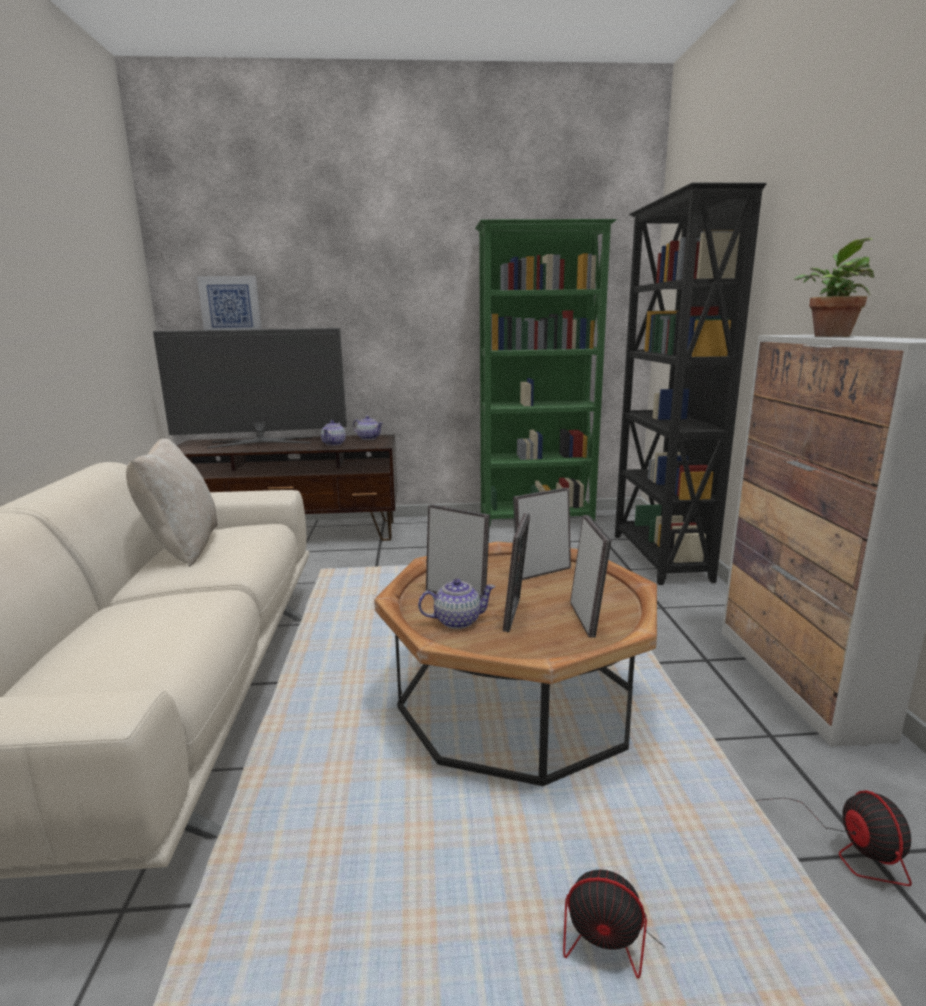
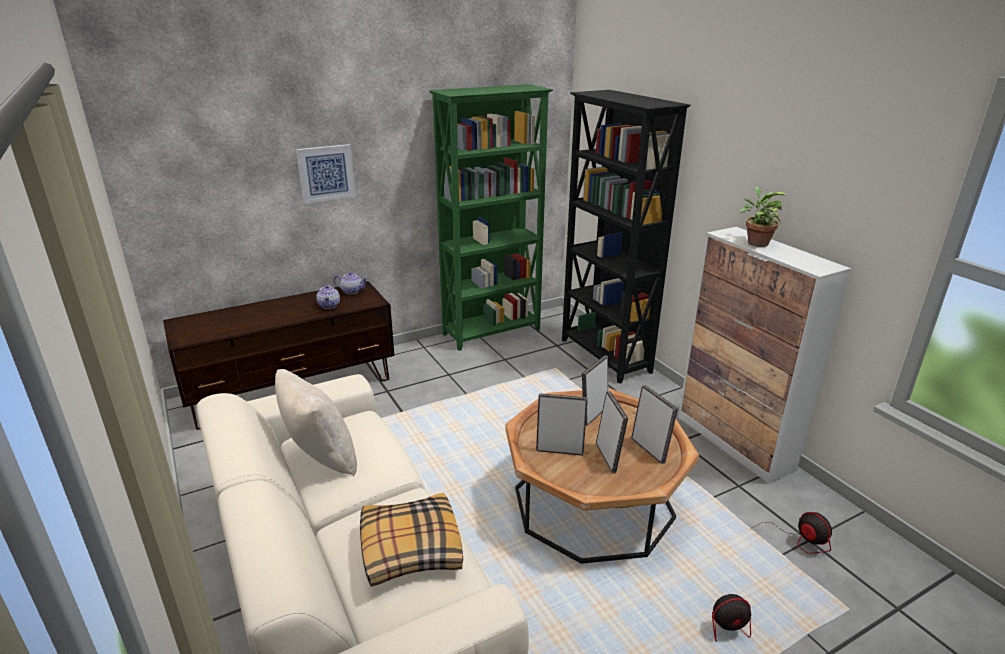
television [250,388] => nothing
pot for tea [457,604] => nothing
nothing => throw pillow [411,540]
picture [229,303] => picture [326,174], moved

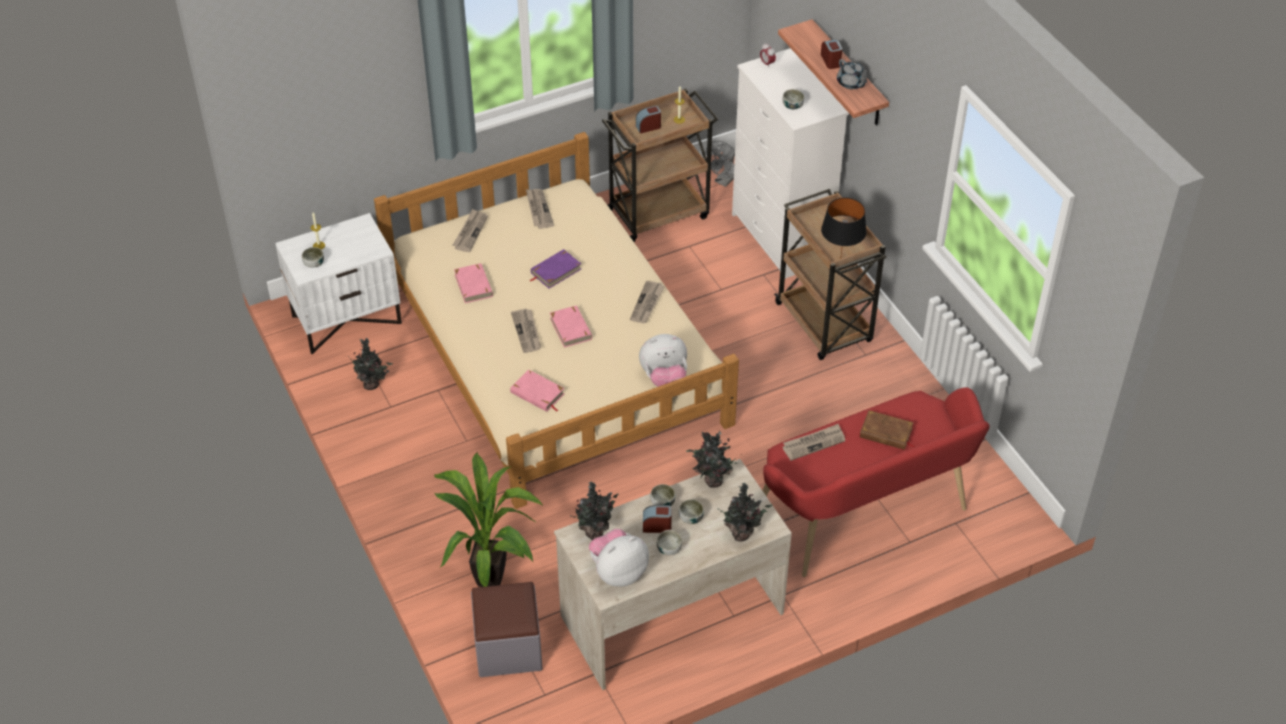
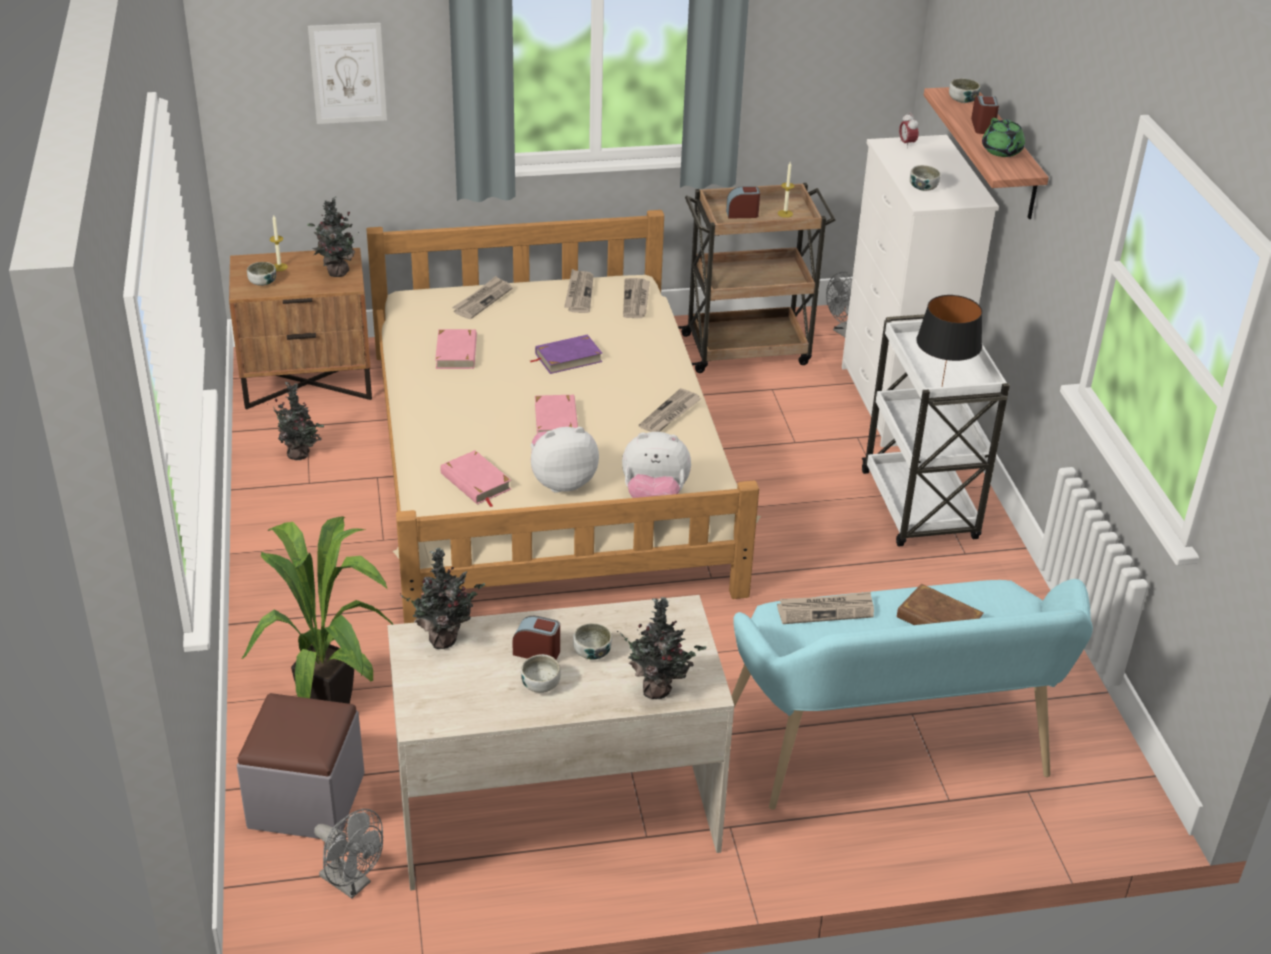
nothing => picture [347,73]
nothing => grey electric fan [348,854]
newspaper [526,331] => newspaper [636,298], moved
plush toy [619,557] => plush toy [565,460], moved
bowl [663,495] => bowl [964,90], moved
houseplant [711,459] => houseplant [333,237], moved
whitish nightstand [338,283] => brownish nightstand [300,329]
reddish indoor bench [876,482] => blue-green indoor bench [912,694]
brownish wheeled cart [830,274] => whitish wheeled cart [936,430]
grey pot for tea [852,74] => green pot for tea [1003,137]

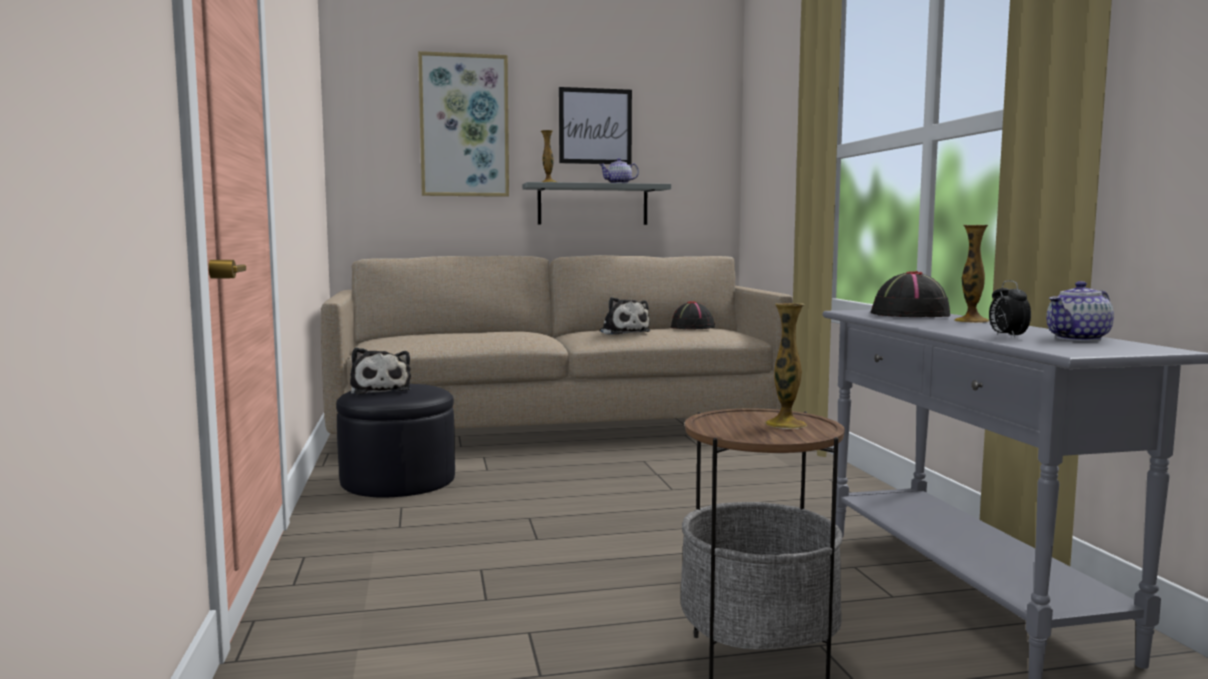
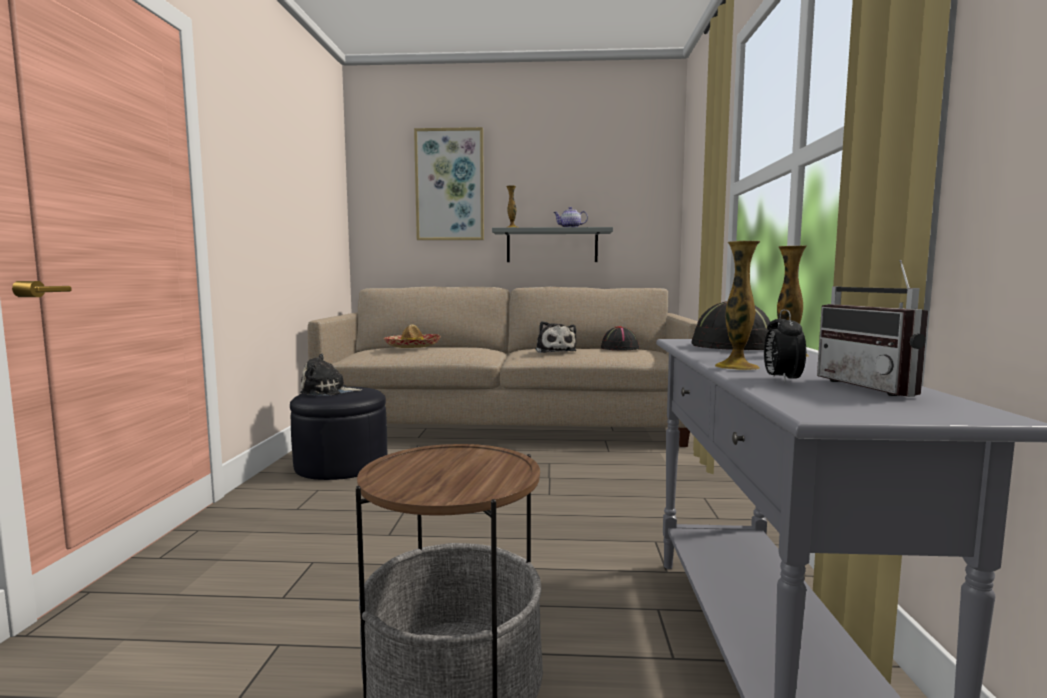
picture [595,126] => nothing
nothing => wearable hat [412,336]
decorative vase [785,366] => decorative vase [737,305], moved
pot for tea [1080,311] => radio [872,328]
plush toy [380,371] => plush toy [331,374], 90 degrees clockwise

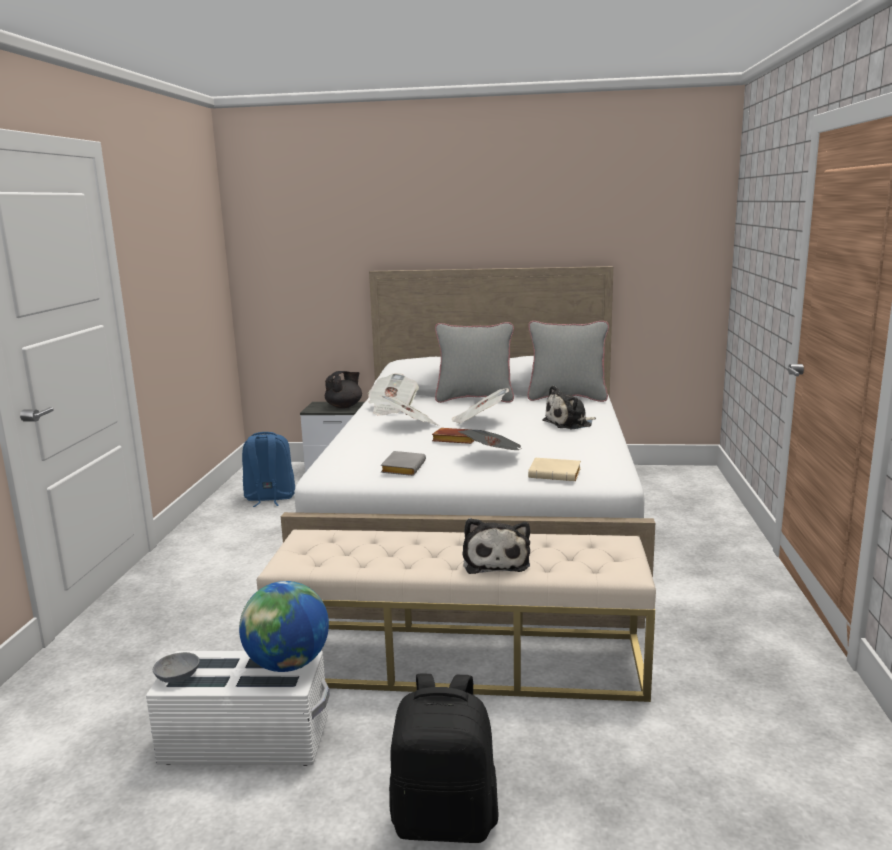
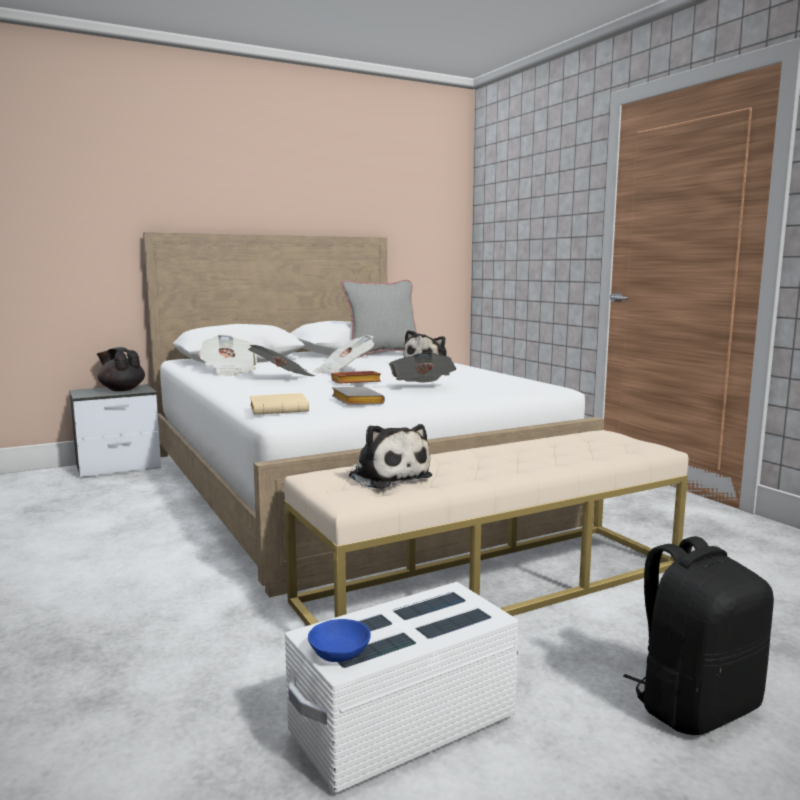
desk globe [284,626] => nothing
blue-coloured rucksack [268,469] => nothing
grey throw pillow [474,362] => nothing
plush toy [496,546] => plush toy [390,456], moved
sand-coloured bound book [554,469] => sand-coloured bound book [279,404], moved
grey bowl [176,667] => blue-coloured bowl [339,640]
blackish pot for tea [343,389] => blackish pot for tea [121,369], 60 degrees counterclockwise

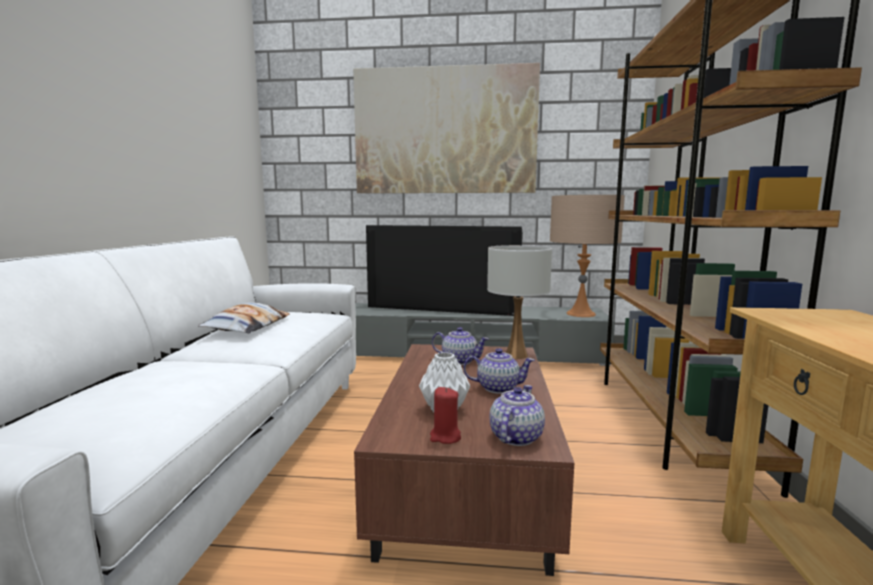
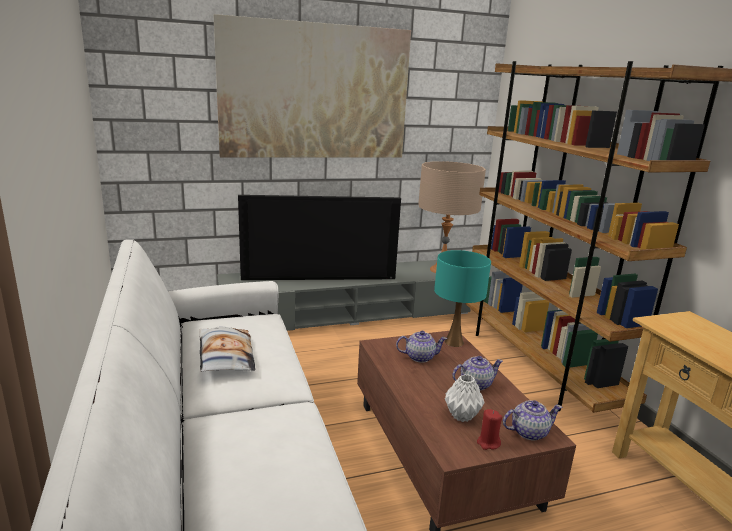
whitish tabletop lamp [519,302] => blue-green tabletop lamp [462,298]
pot for tea [517,415] => pot for tea [532,420], 75 degrees clockwise

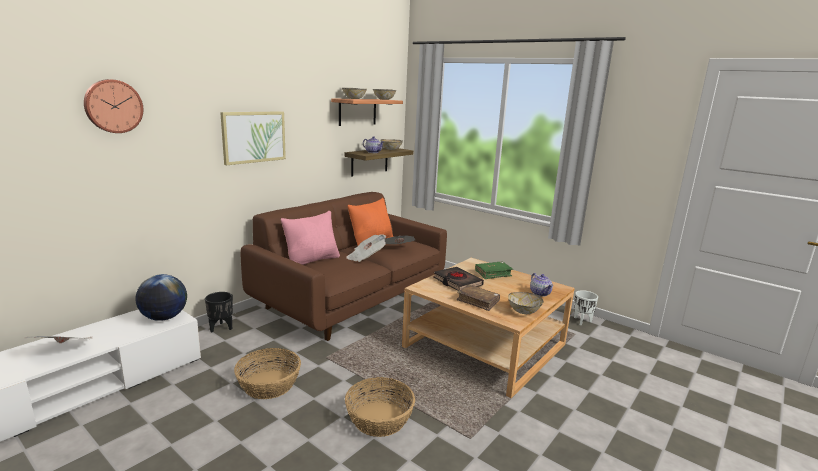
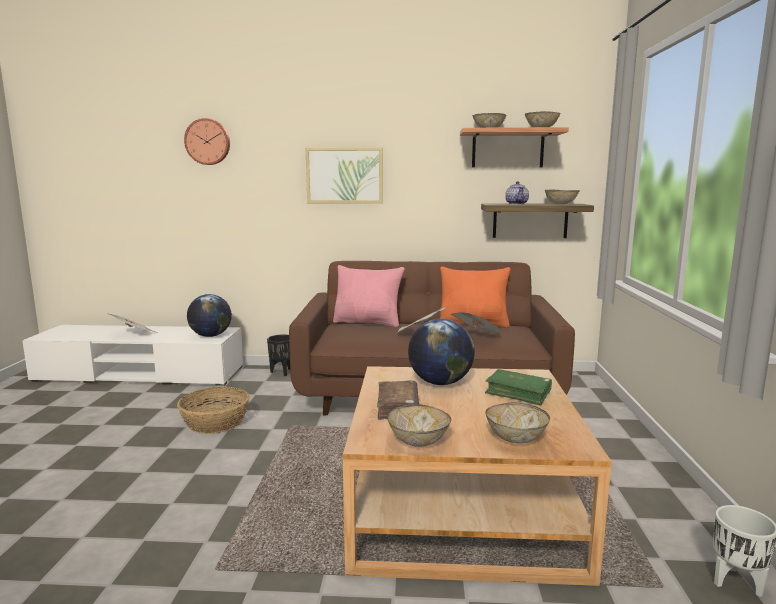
household basket [380,407] => nothing
blackish bound book [458,279] => desk globe [441,352]
pot for tea [541,285] => bowl [517,422]

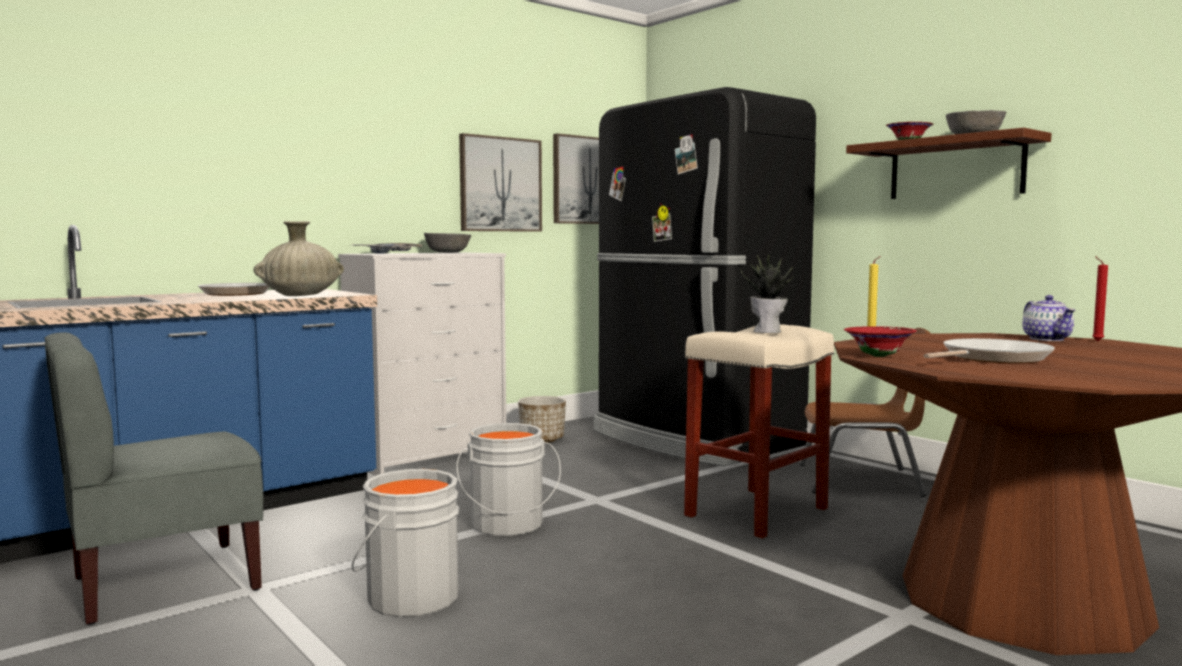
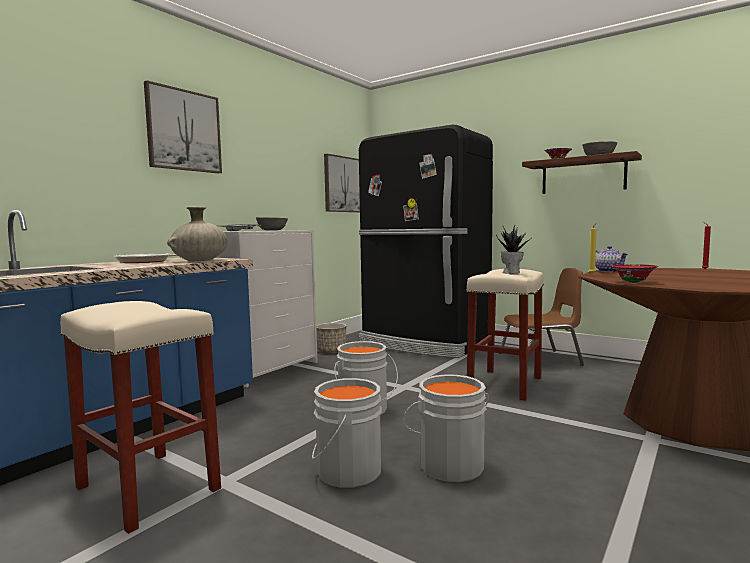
frying pan [989,350] => nothing
nothing => grey pail [446,428]
picture [500,182] => picture [183,126], moved
pot for tea [1048,318] => pot for tea [611,259], moved
grey plain chair [154,478] => sand-coloured sitting stool [140,417]

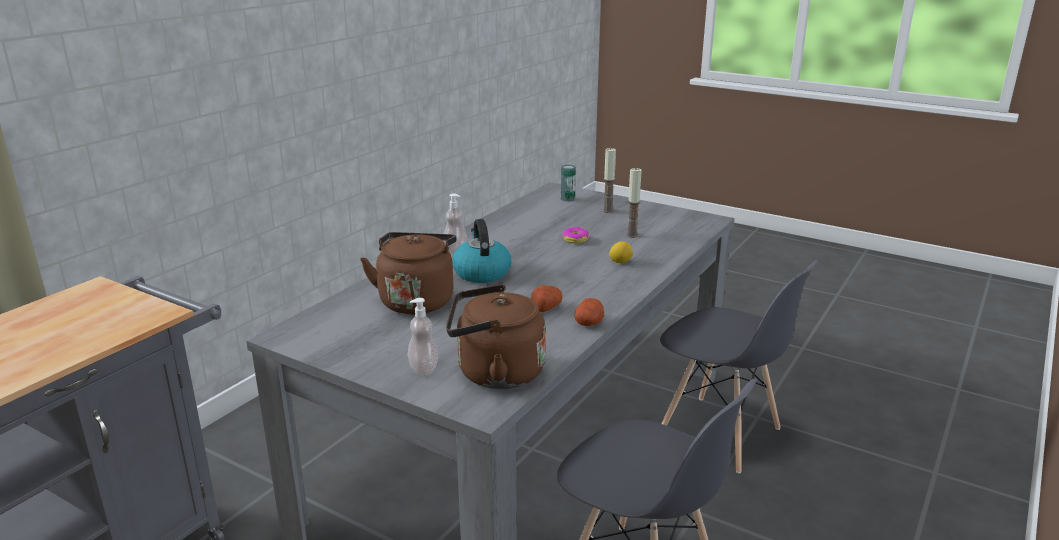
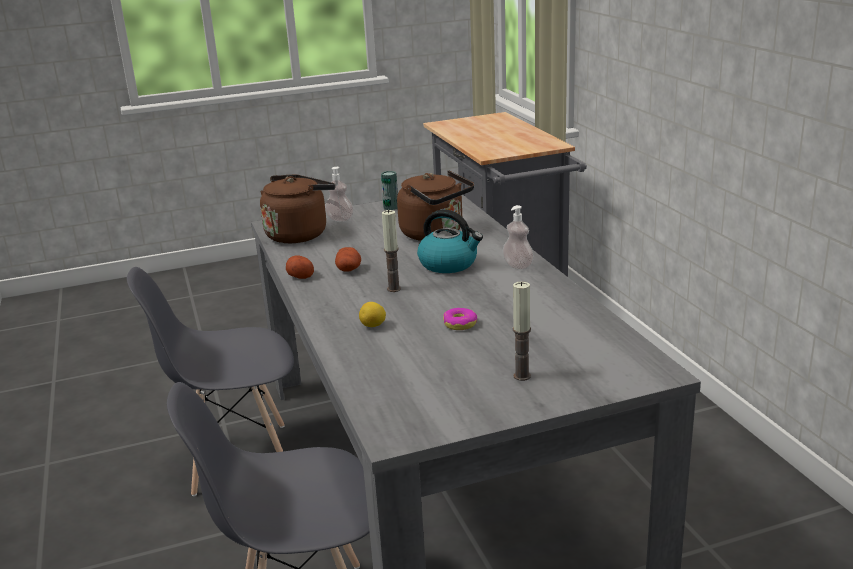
can [568,183] => can [389,190], moved
wax candle [634,203] => wax candle [391,251], moved

